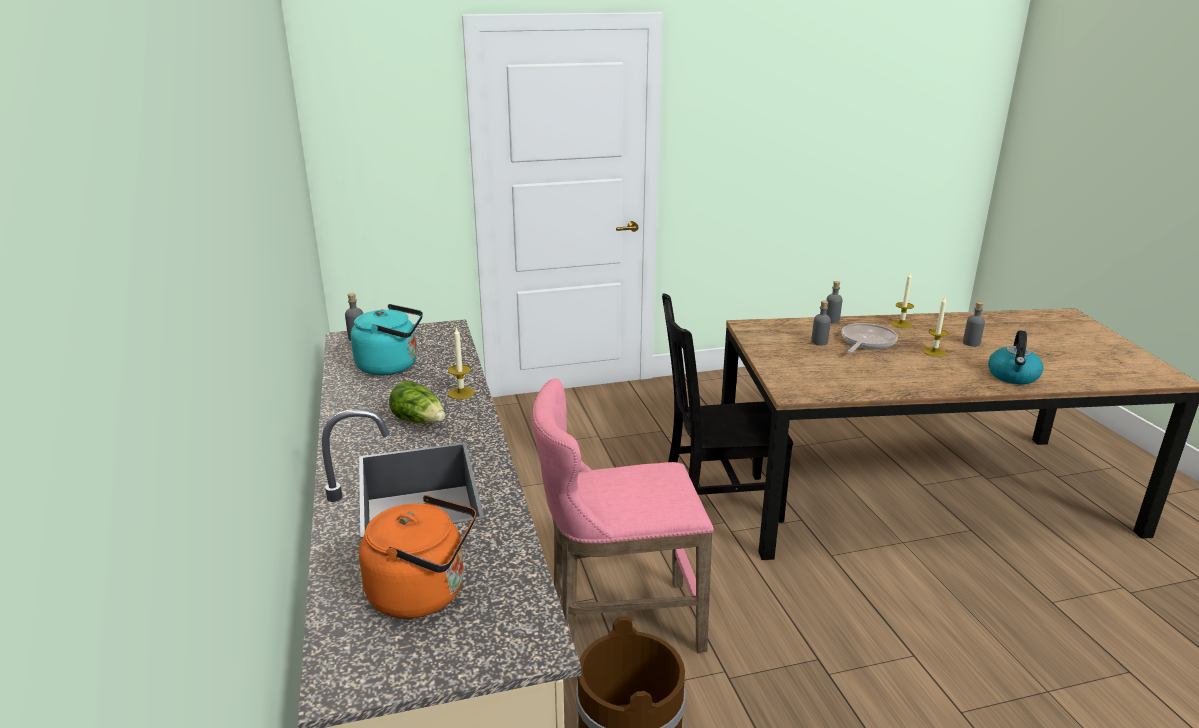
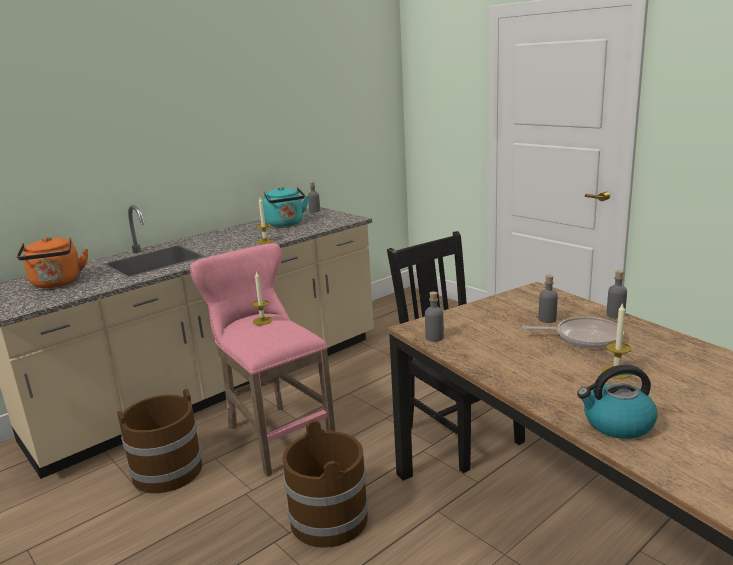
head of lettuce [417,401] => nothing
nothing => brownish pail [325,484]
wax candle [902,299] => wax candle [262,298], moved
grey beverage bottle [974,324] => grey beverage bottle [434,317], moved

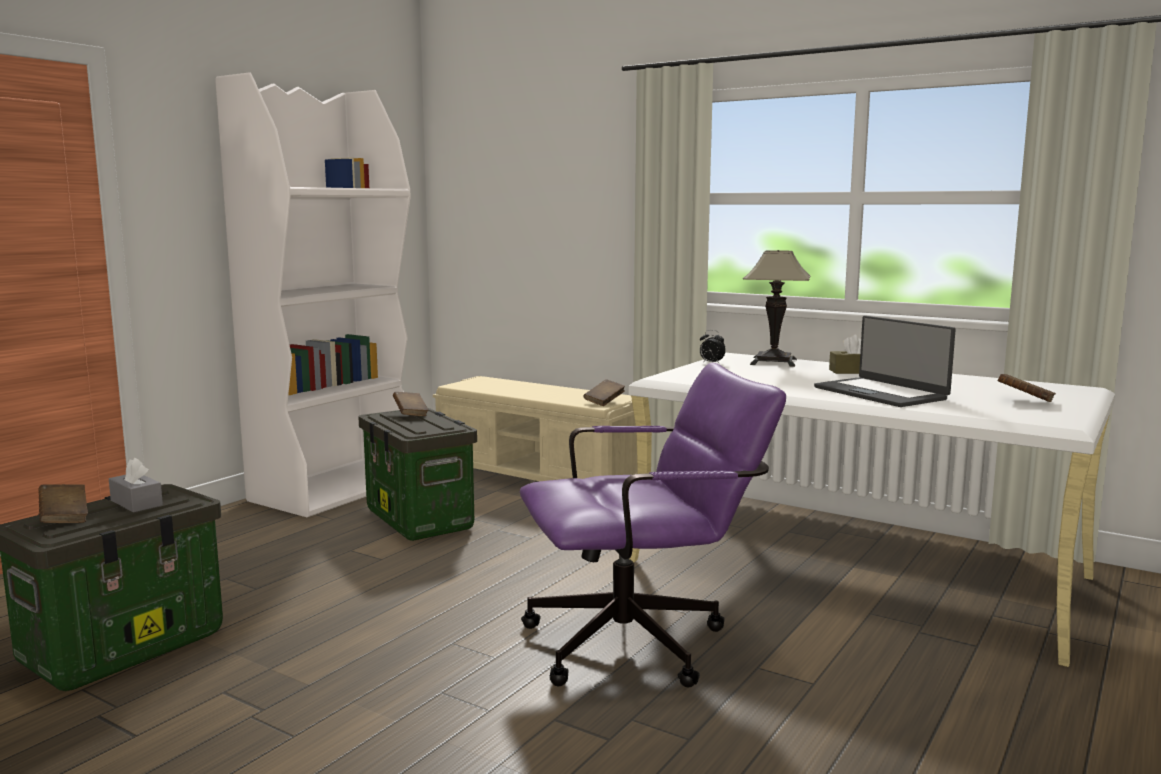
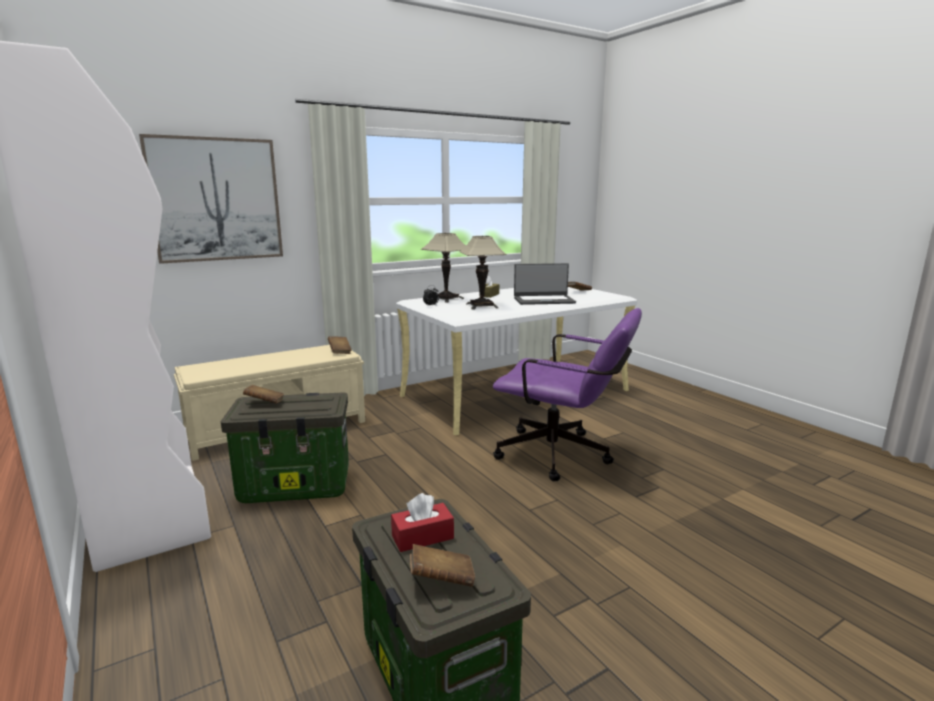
nothing => picture [211,199]
nothing => tabletop lamp [483,273]
grey box of tissues [136,485] => reddish box of tissues [422,522]
purple-coloured office chair [653,525] => purple-coloured office chair [567,394], 105 degrees clockwise

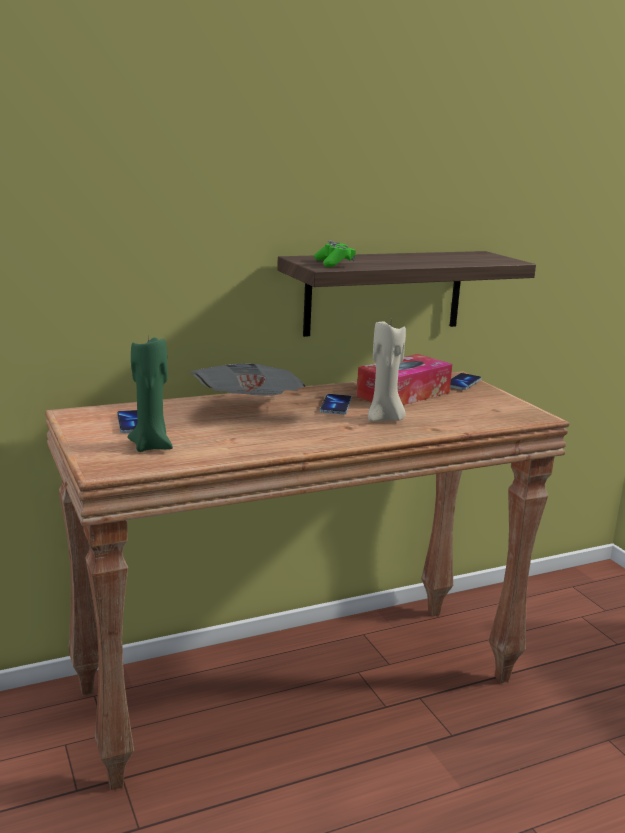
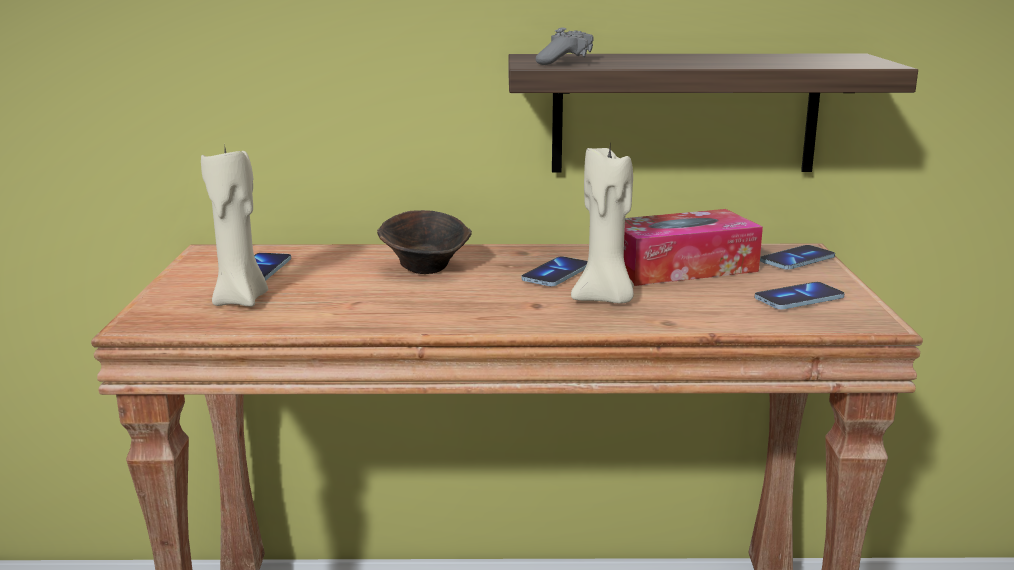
nothing => handset [800,295]
newspaper [247,379] => brownish bowl [424,242]
green wax candle [150,394] => sand-coloured wax candle [234,225]
green gamepad [335,254] => grey gamepad [564,46]

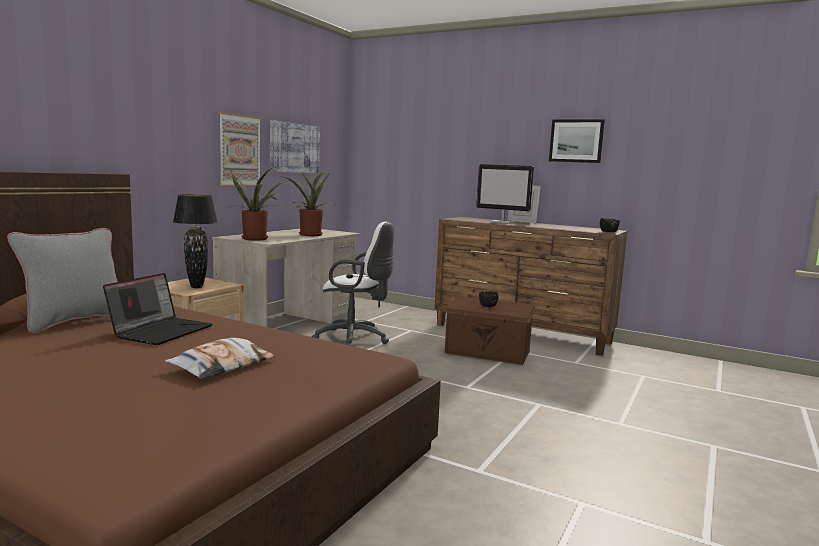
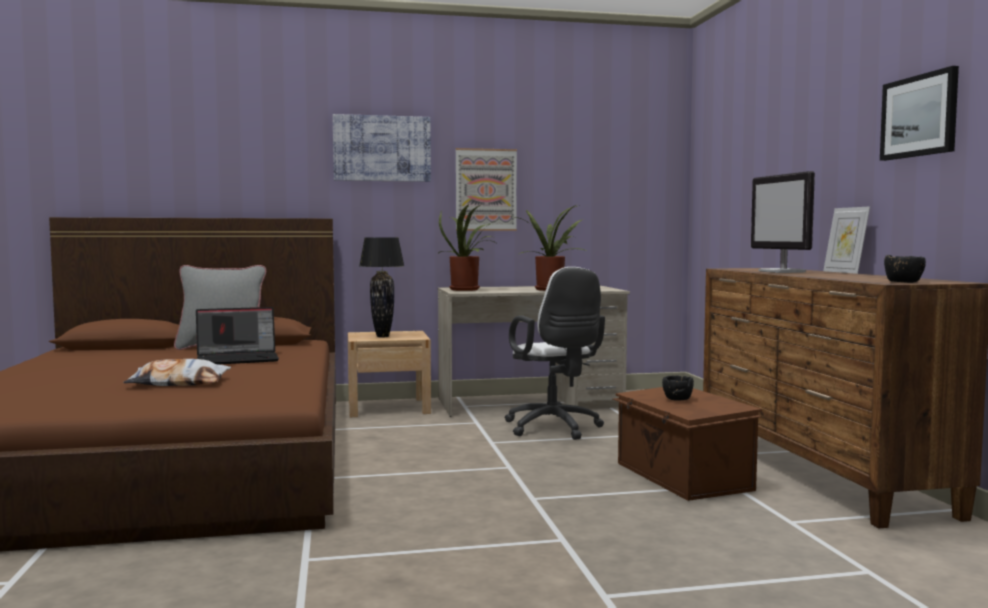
picture [295,146] => picture [382,148], moved

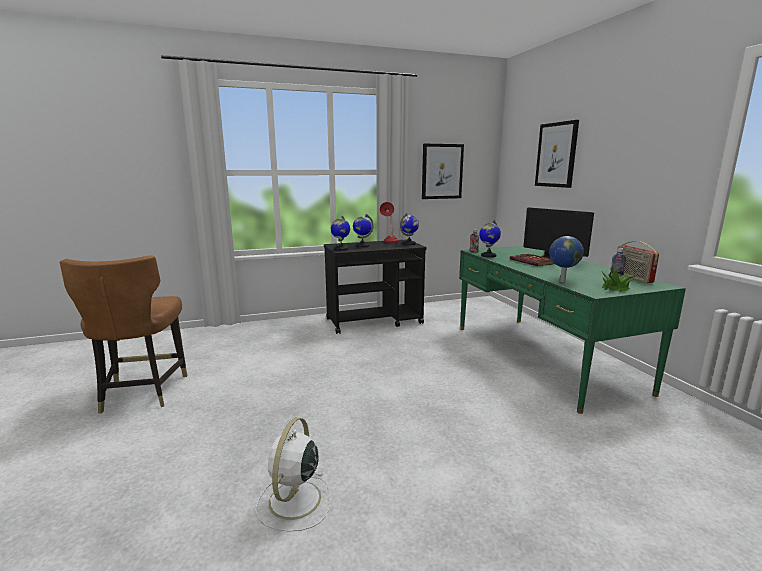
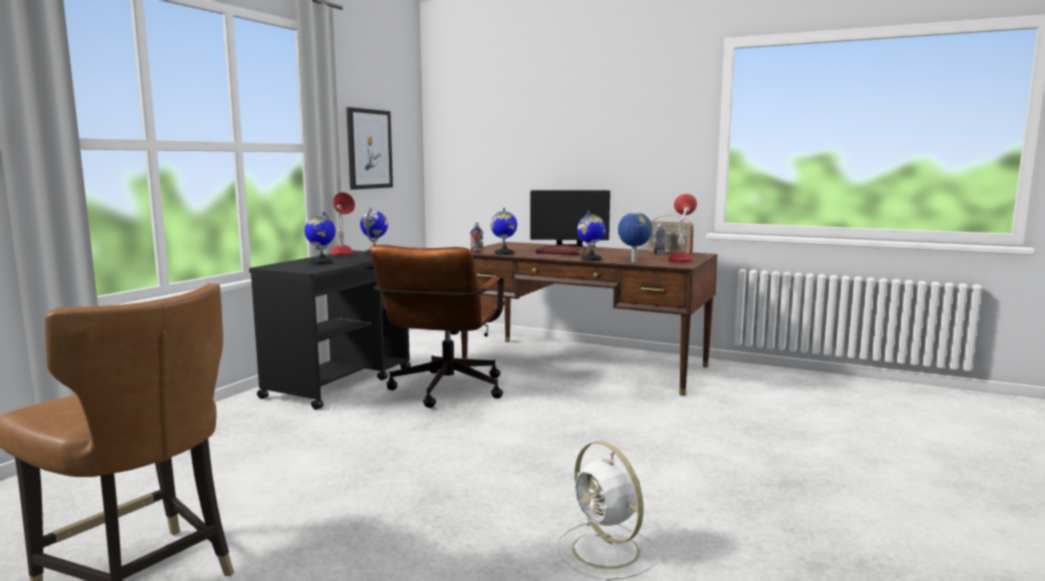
picture [557,154] => nothing
nothing => brownish office chair [437,326]
desk globe [340,233] => desk globe [591,236], moved
houseplant [619,278] => reddish tabletop lamp [682,228]
green desk unit [572,330] => brownish desk unit [589,319]

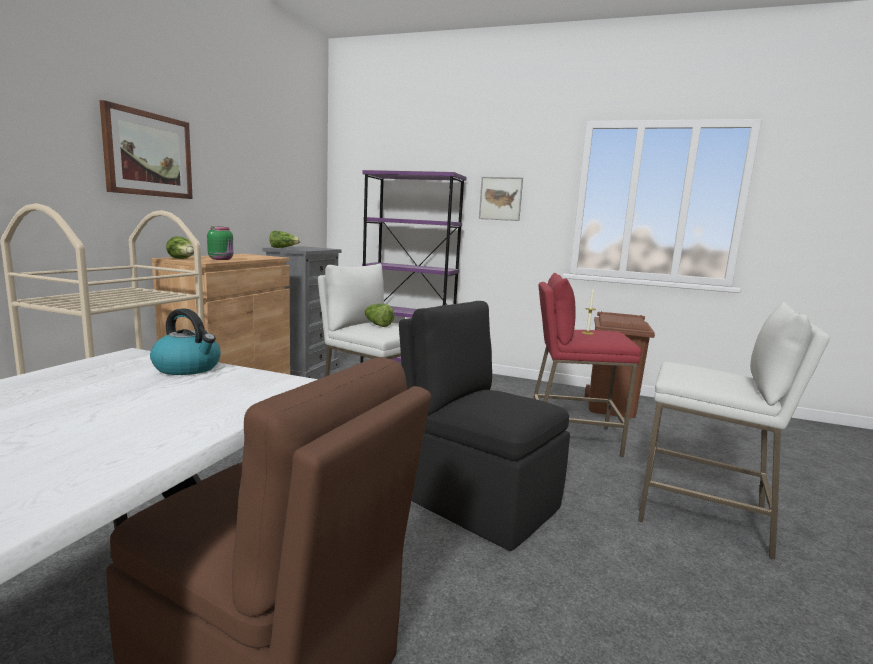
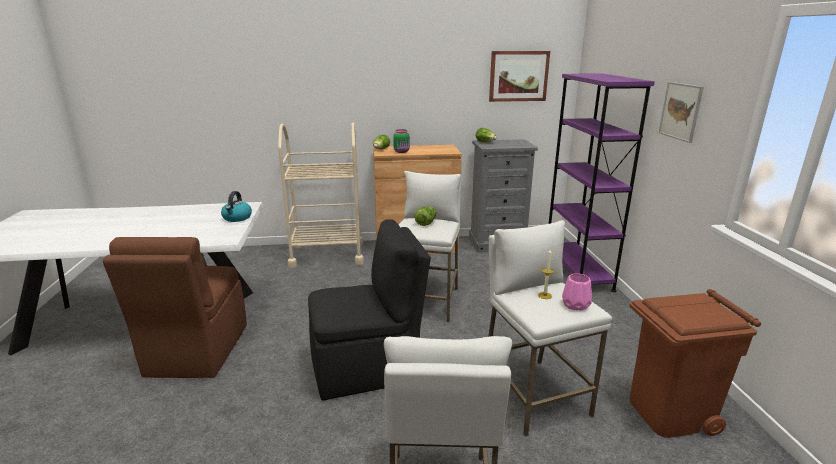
nothing => pink decorative vase [577,291]
picture [146,149] => picture [519,76], moved
reddish sitting stool [587,365] => whitish sitting stool [550,328]
blackish plain chair [484,426] => blackish plain chair [369,309], 60 degrees clockwise

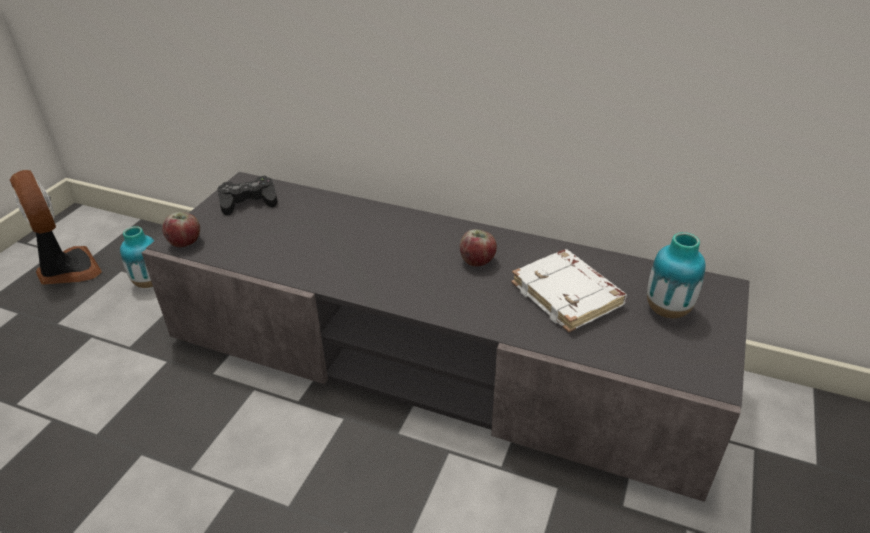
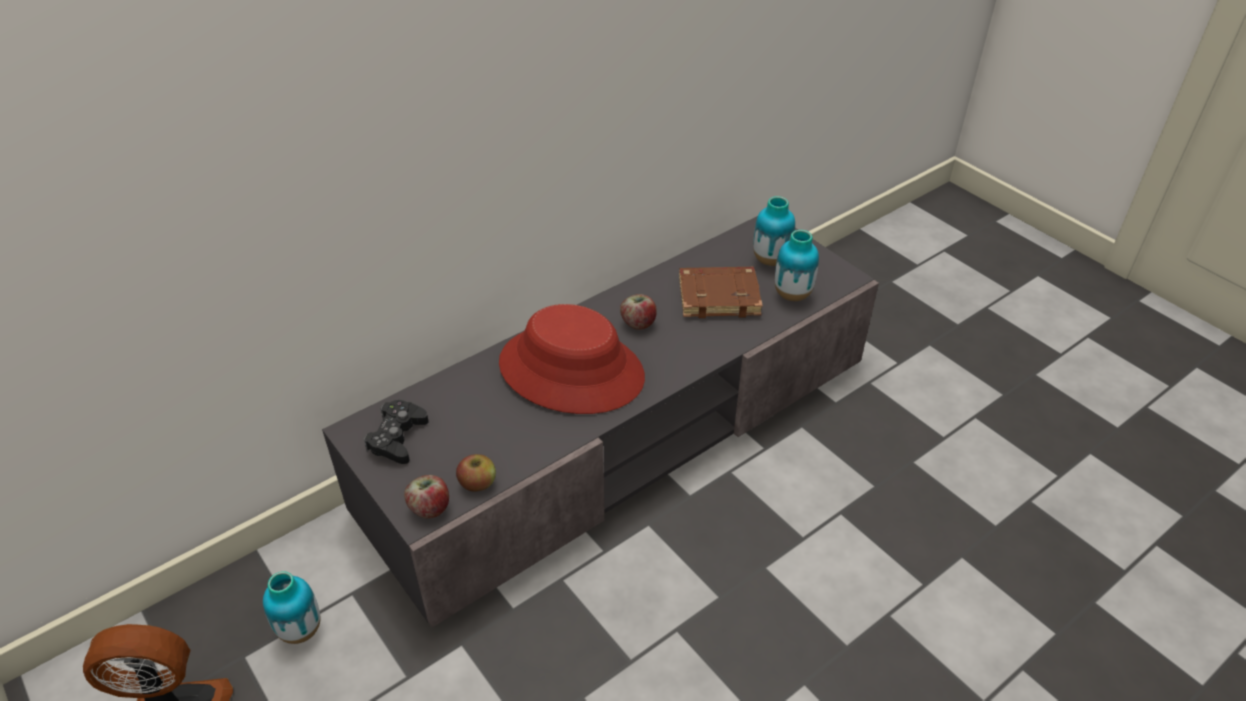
nothing => apple fruit [476,473]
nothing => reddish wearable hat [572,359]
nothing => decorative vase [797,265]
whitish bound book [569,290] => brownish bound book [721,292]

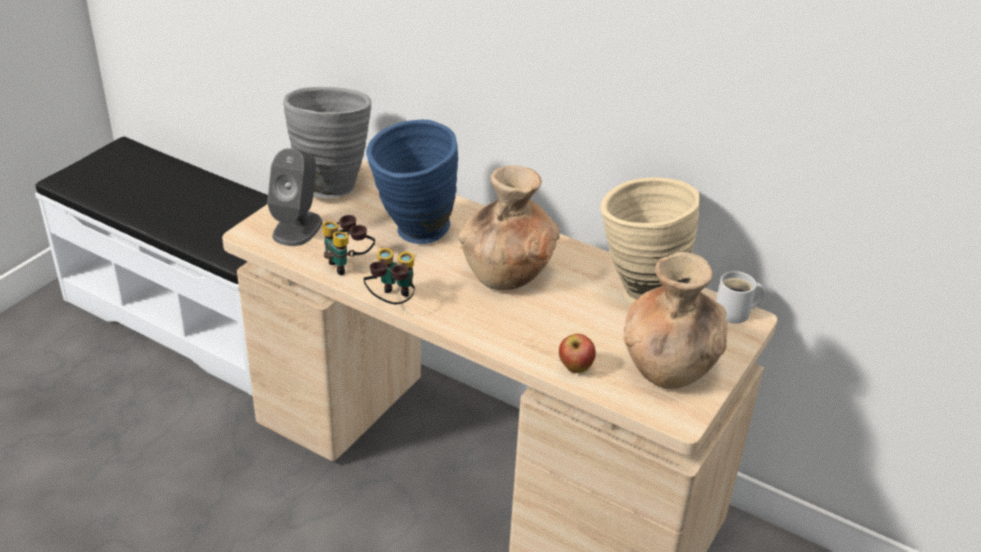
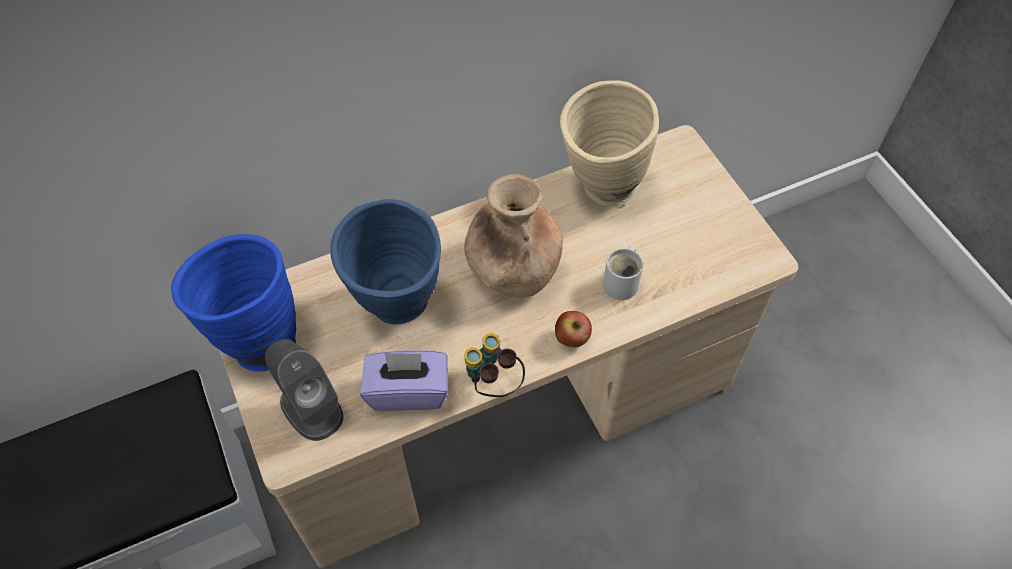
brownish decorative vase [676,320] => nothing
apple fruit [577,353] => apple fruit [573,329], moved
whitish coffee mug [740,297] => whitish coffee mug [623,273], moved
binoculars [348,245] => purple-coloured box of tissues [404,380]
grey decorative vase [327,142] => blue-coloured decorative vase [233,302]

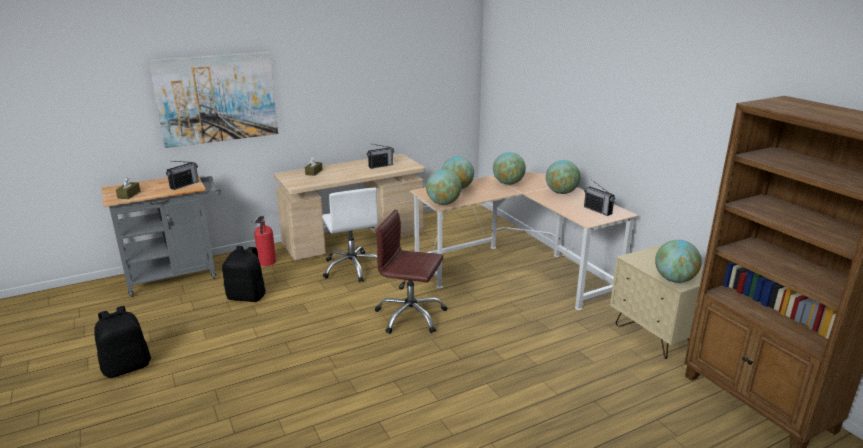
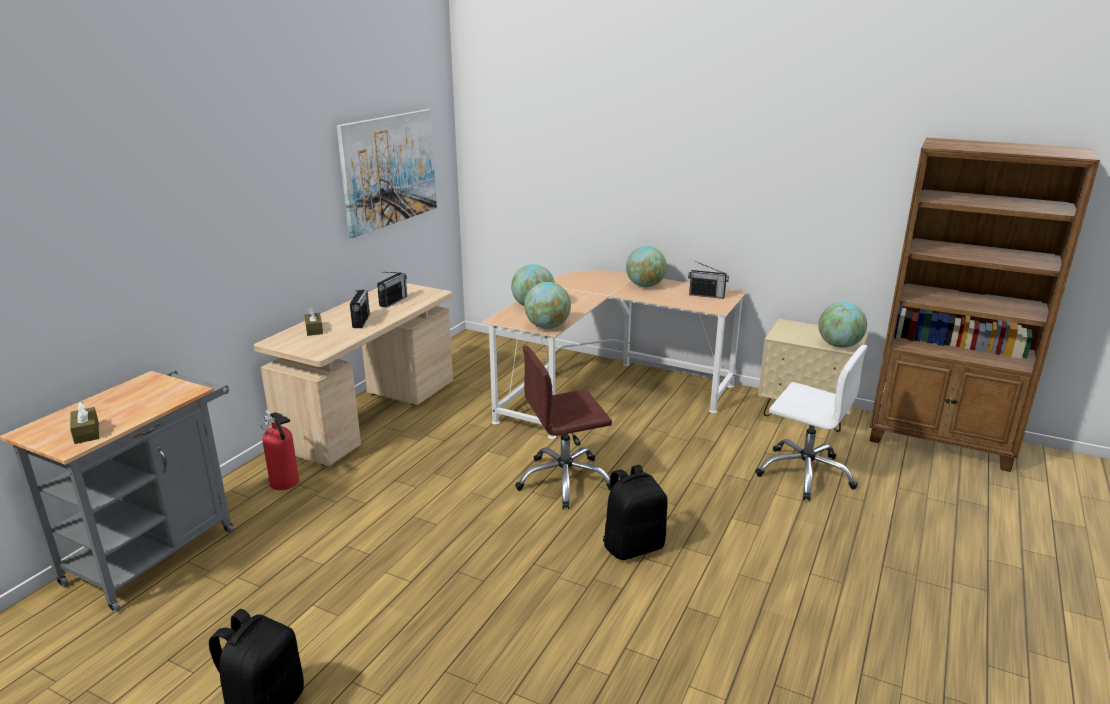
desk globe [509,168] => nothing
picture [213,100] => picture [387,173], moved
radio [182,175] => radio [360,309], moved
blackish rucksack [244,274] => blackish rucksack [635,512], moved
whitish office chair [350,235] => whitish office chair [811,423], moved

